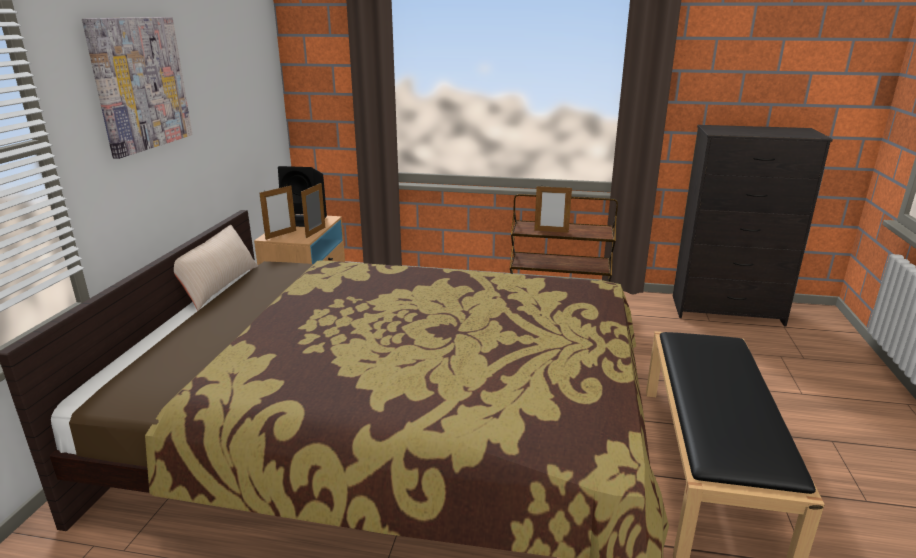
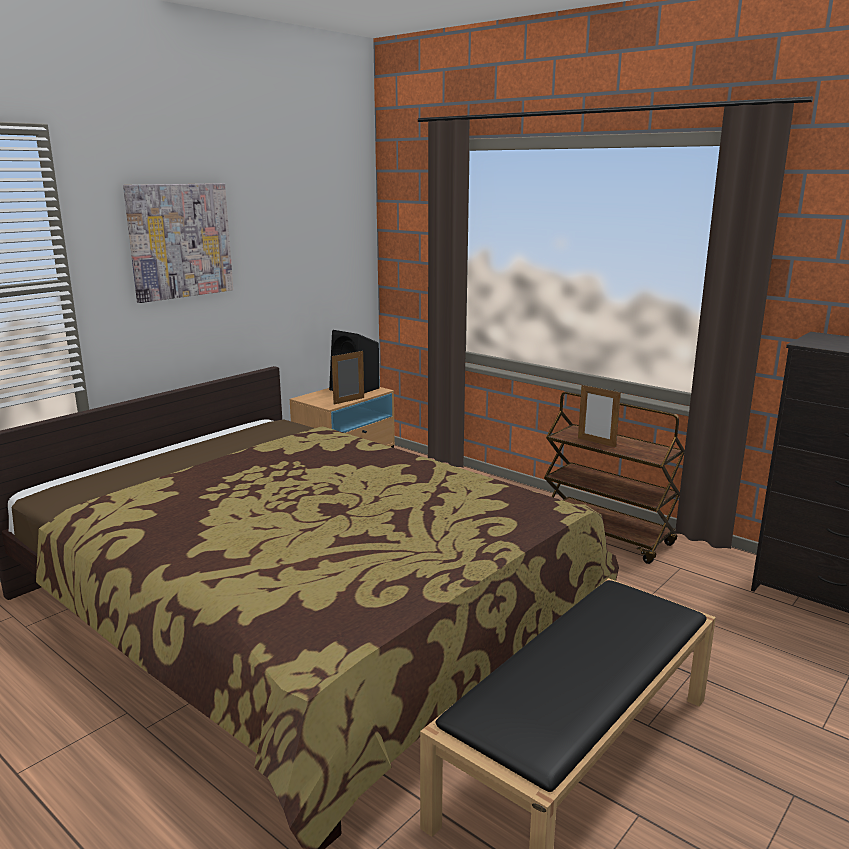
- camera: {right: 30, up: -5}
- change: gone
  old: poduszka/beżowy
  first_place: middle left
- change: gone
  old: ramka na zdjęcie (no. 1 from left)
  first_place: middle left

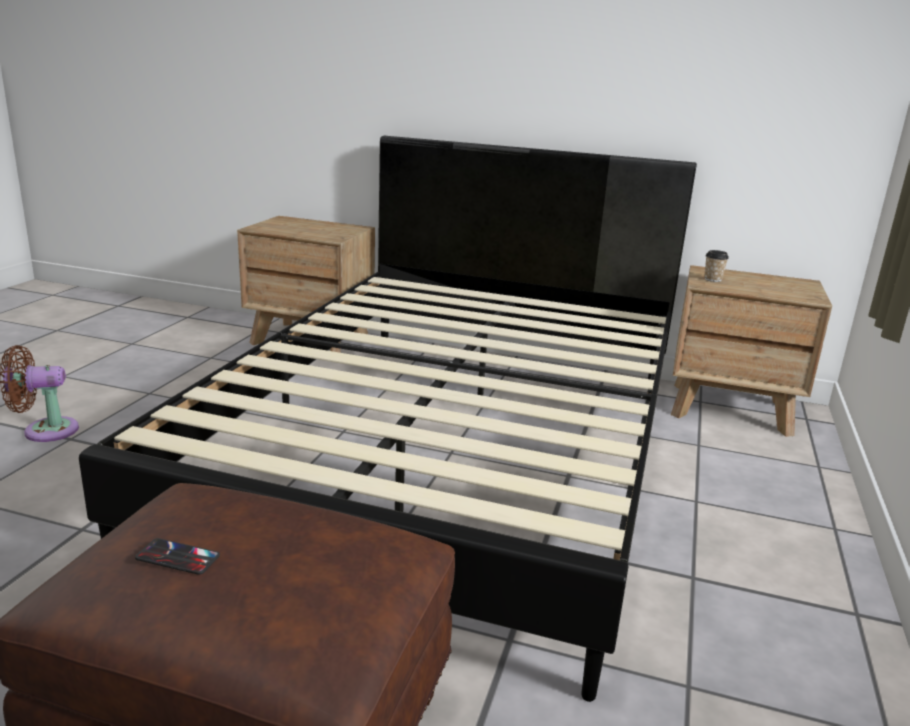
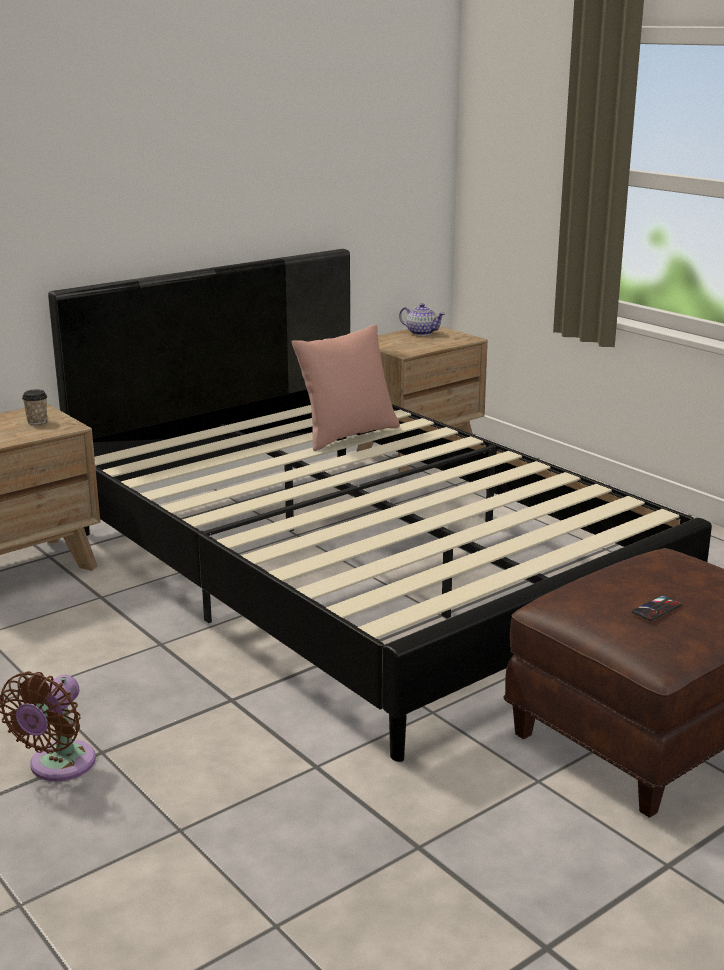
- camera: {right: -55, up: 0}
- change: shifted
  old: filiżanka
  first_place: middle right
  second_place: middle left
- change: new
  new: poduszka/różowy
  second_place: centre
- change: new
  new: imbryk
  second_place: top centre

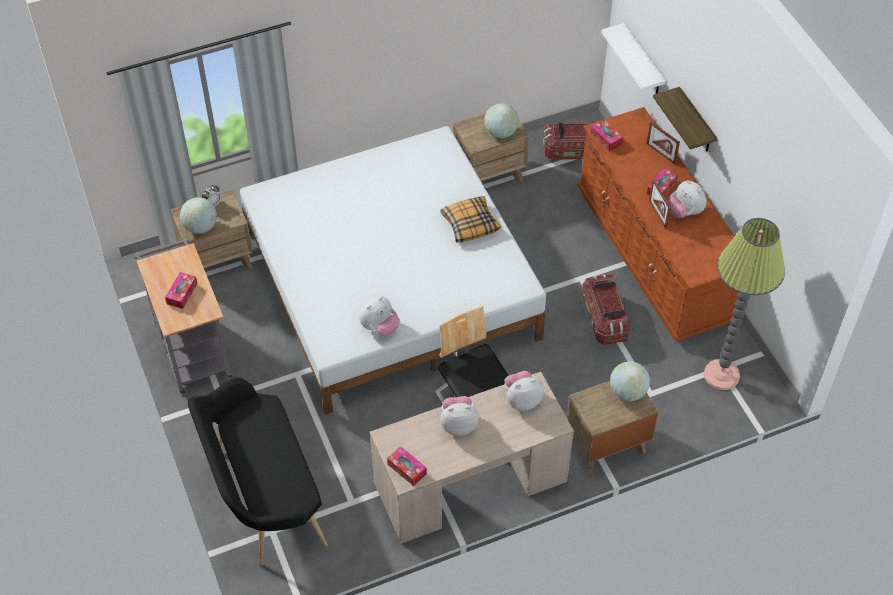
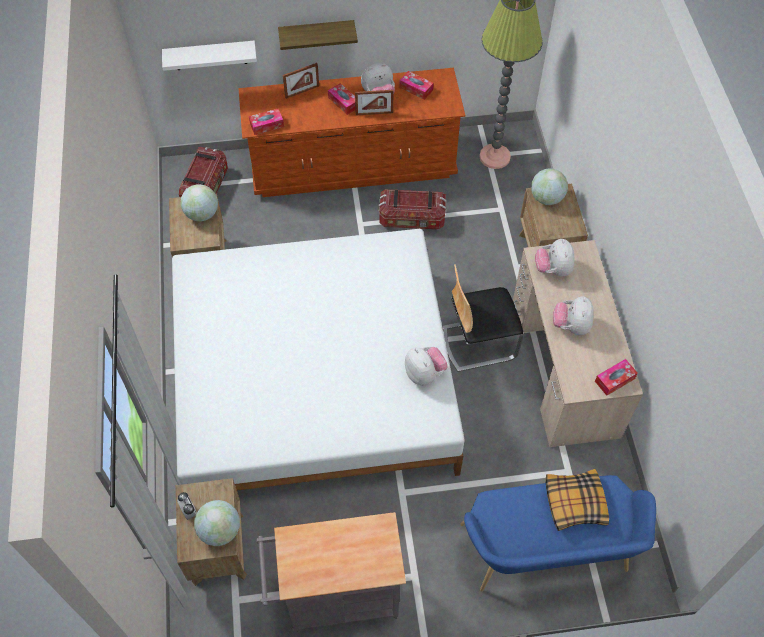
- camera: {right: -75, up: 5}
- change: shifted
  old: pudełko chusteczek (no. 1 from left in the first image)
  new: pudełko chusteczek (no. 3 from left)
  first_place: middle left
  second_place: top centre
- change: repainted
  old: ławka/czarny
  new: ławka/niebieski
  first_place: bottom left
  second_place: bottom right
- change: shifted
  old: poduszka
  first_place: centre
  second_place: bottom right

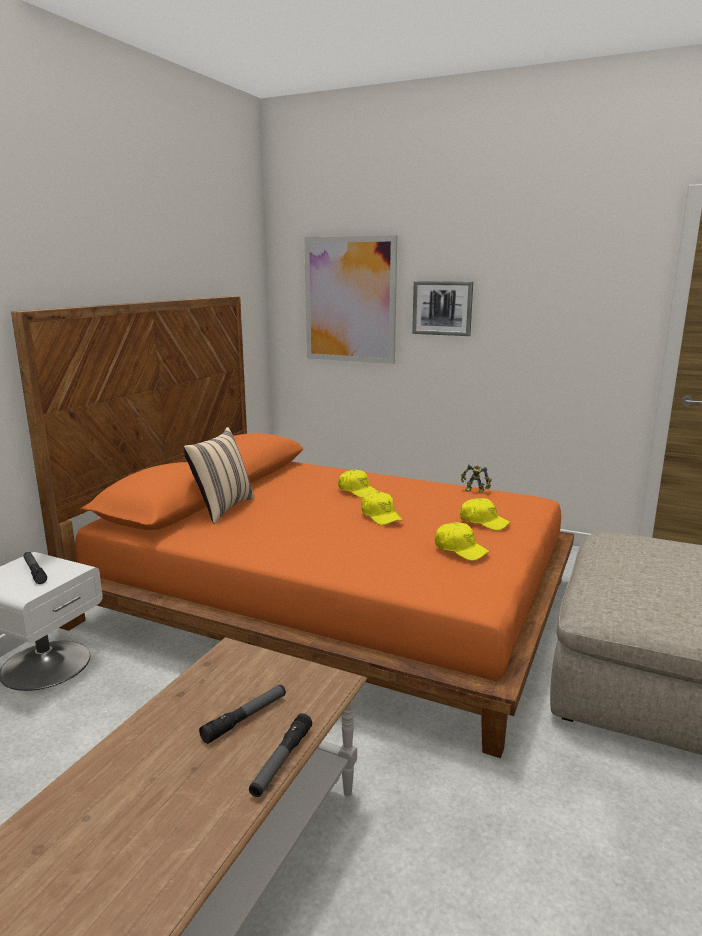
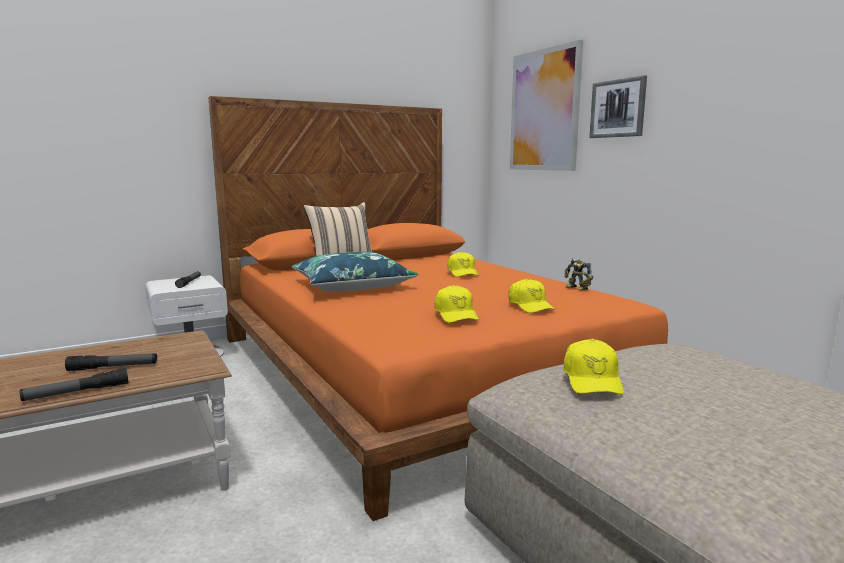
- camera: {right: 35, up: -5}
- change: shifted
  old: czapka z daszkiem/żółty (no. 2 from left in the first image)
  new: czapka z daszkiem/żółty (no. 4 from left)
  first_place: centre
  second_place: middle right
- change: new
  new: poduszka/niebieski
  second_place: centre

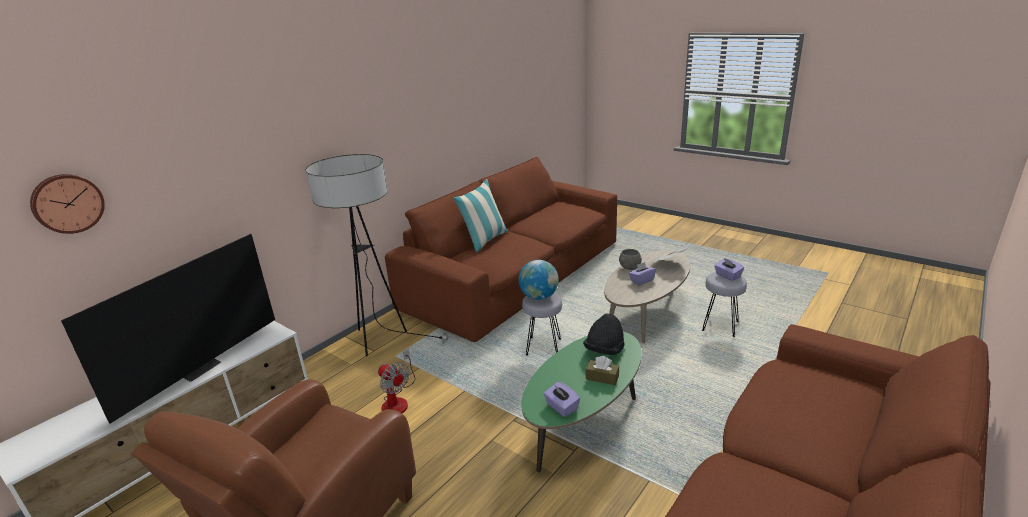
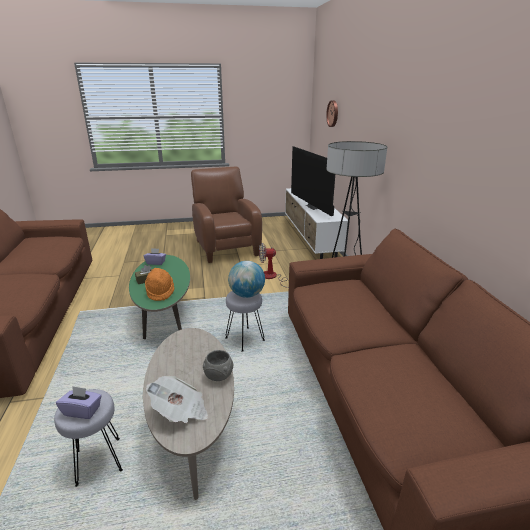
- camera: {right: 130, up: 0}
- change: gone
  old: poduszka
  first_place: centre
- change: repainted
  old: kapelusz/czarny
  new: kapelusz/pomarańczowy
  first_place: centre
  second_place: middle left
- change: gone
  old: pudełko chusteczek/fioletowy (no. 2 from left)
  first_place: centre

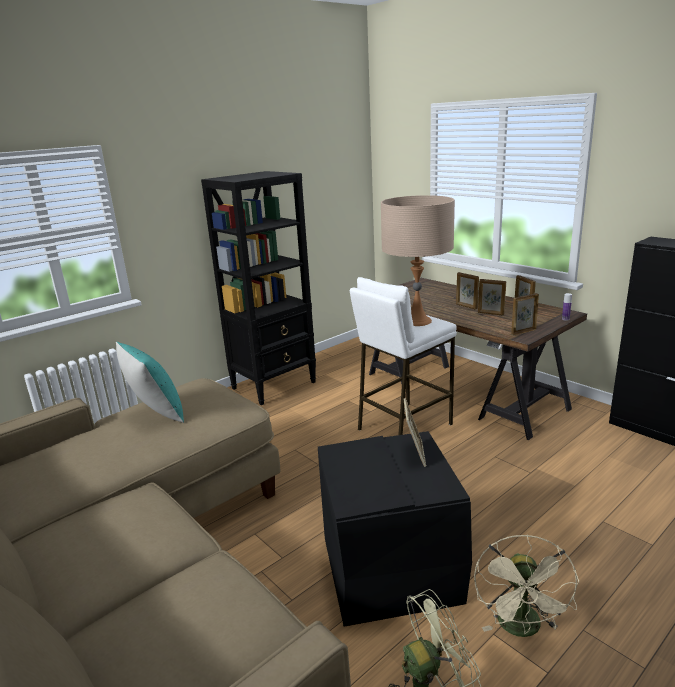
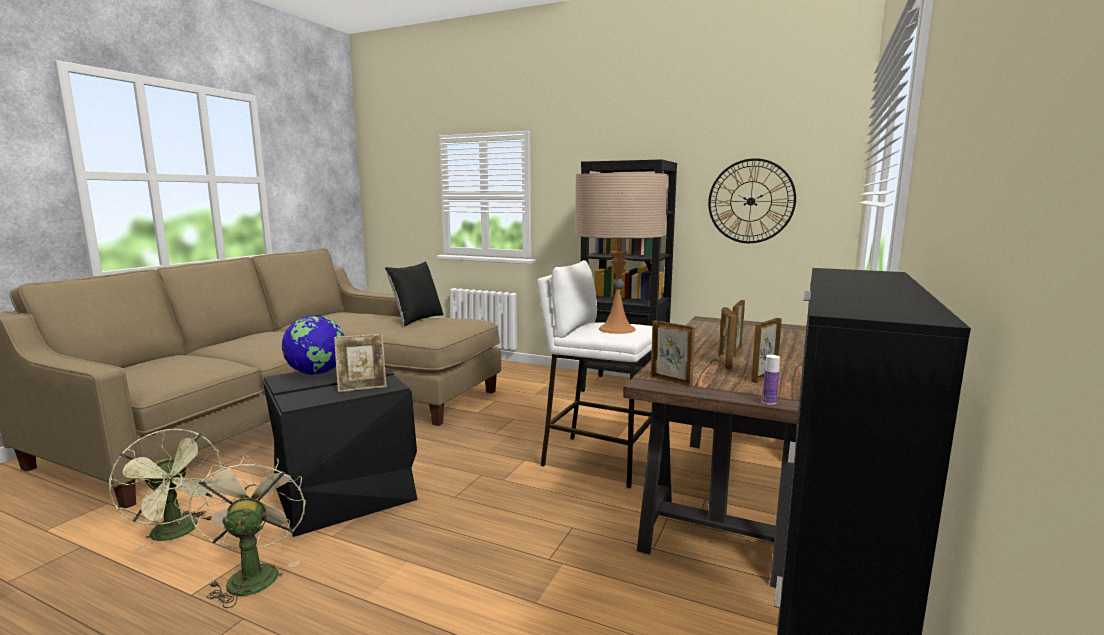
- camera: {right: 65, up: -10}
- change: repainted
  old: poduszka/turkusowy
  new: poduszka/czarny
  first_place: middle left
  second_place: centre
- change: rotated
  old: wentylator/beżowy
  first_place: bottom right
  second_place: bottom left
  degrees: 90
- change: new
  new: globus
  second_place: middle left
- change: new
  new: zegar ścienny
  second_place: top right

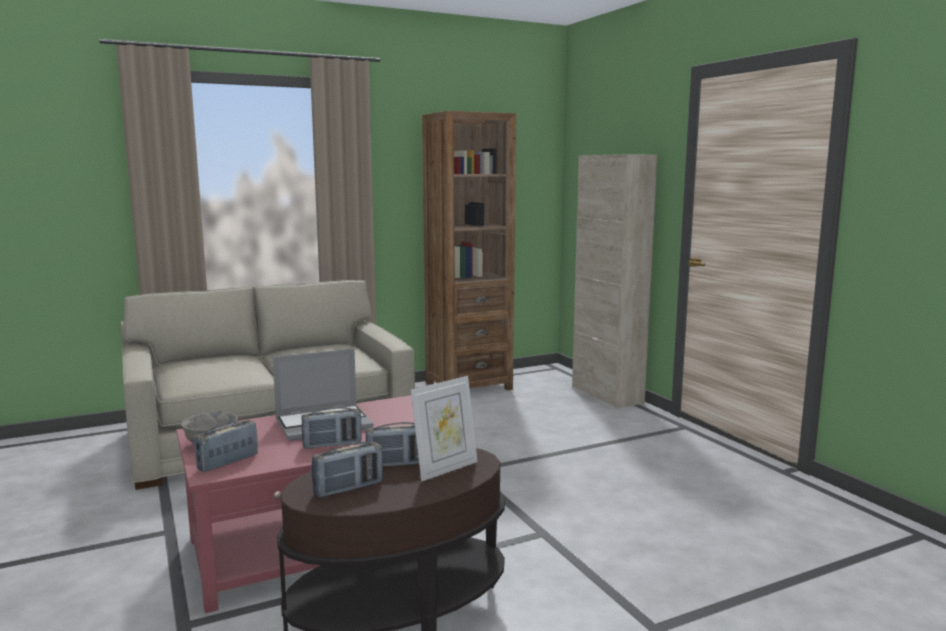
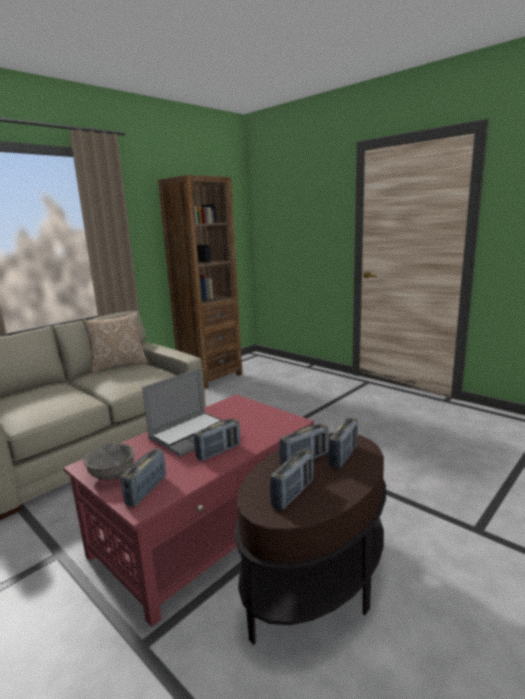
- camera: {right: -20, up: 5}
- change: swapped
  old: ramka na zdjęcie
  new: radio (no. 5 from left)
  first_place: bottom centre
  second_place: centre
- change: gone
  old: szafka/beżowy
  first_place: centre
- change: new
  new: poduszka
  second_place: middle left

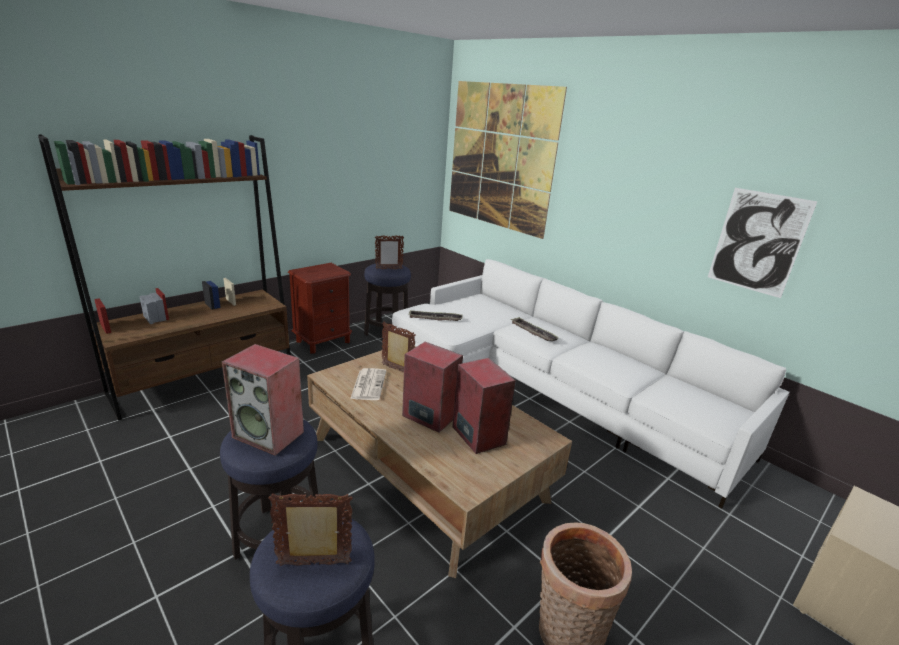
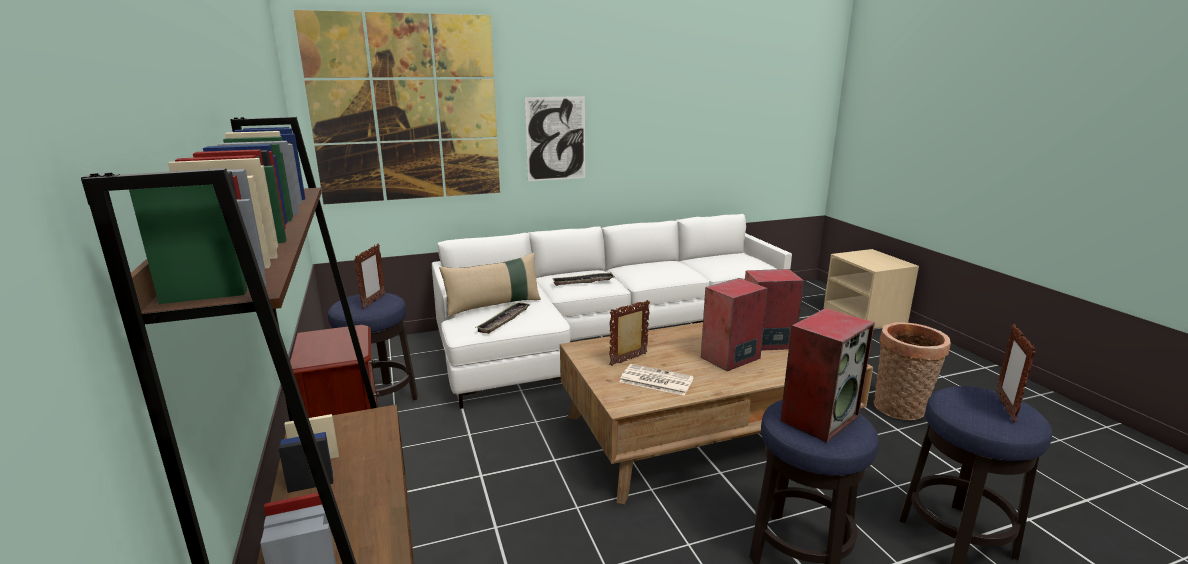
- camera: {right: -65, up: -5}
- change: shifted
  old: obraz (no. 2 from left)
  first_place: middle right
  second_place: top centre
- change: new
  new: poduszka/beżowy
  second_place: centre

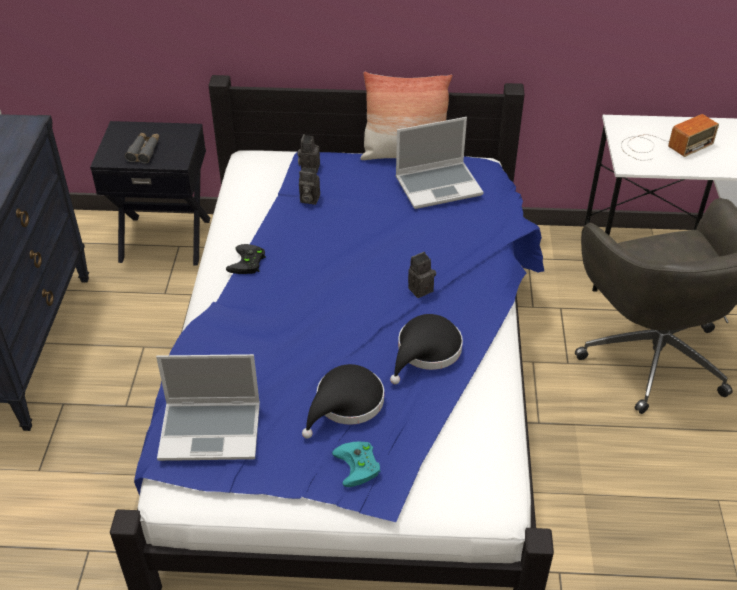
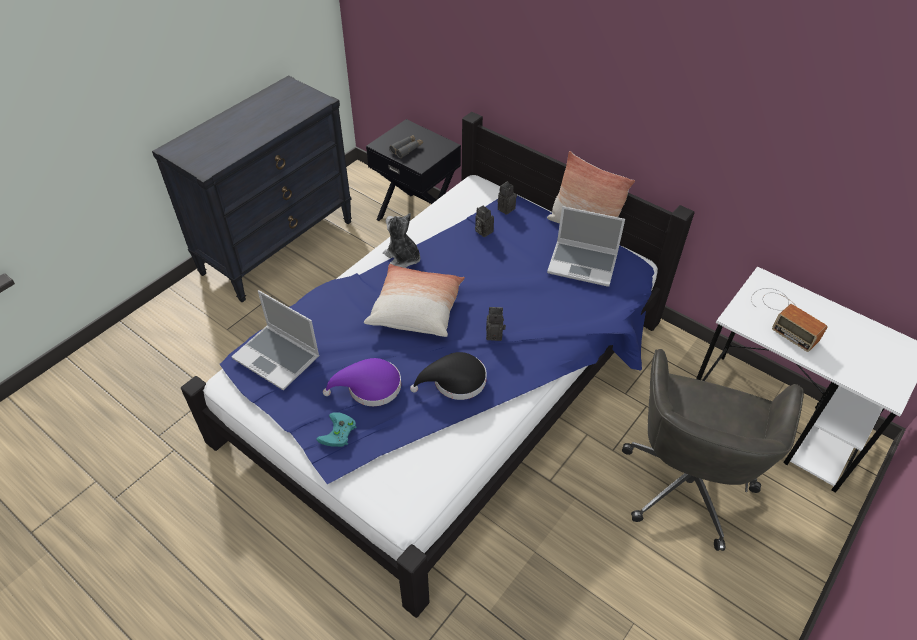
- camera: {right: 35, up: 5}
- change: swapped
  old: pad do gier/czarny
  new: pluszak
  first_place: centre
  second_place: centre
- change: repainted
  old: kapelusz/czarny (no. 1 from left)
  new: kapelusz/fioletowy
  first_place: bottom centre
  second_place: centre
- change: rotated
  old: radio
  first_place: top right
  second_place: middle right
  degrees: 45
- change: new
  new: poduszka (no. 1 from left)
  second_place: centre

